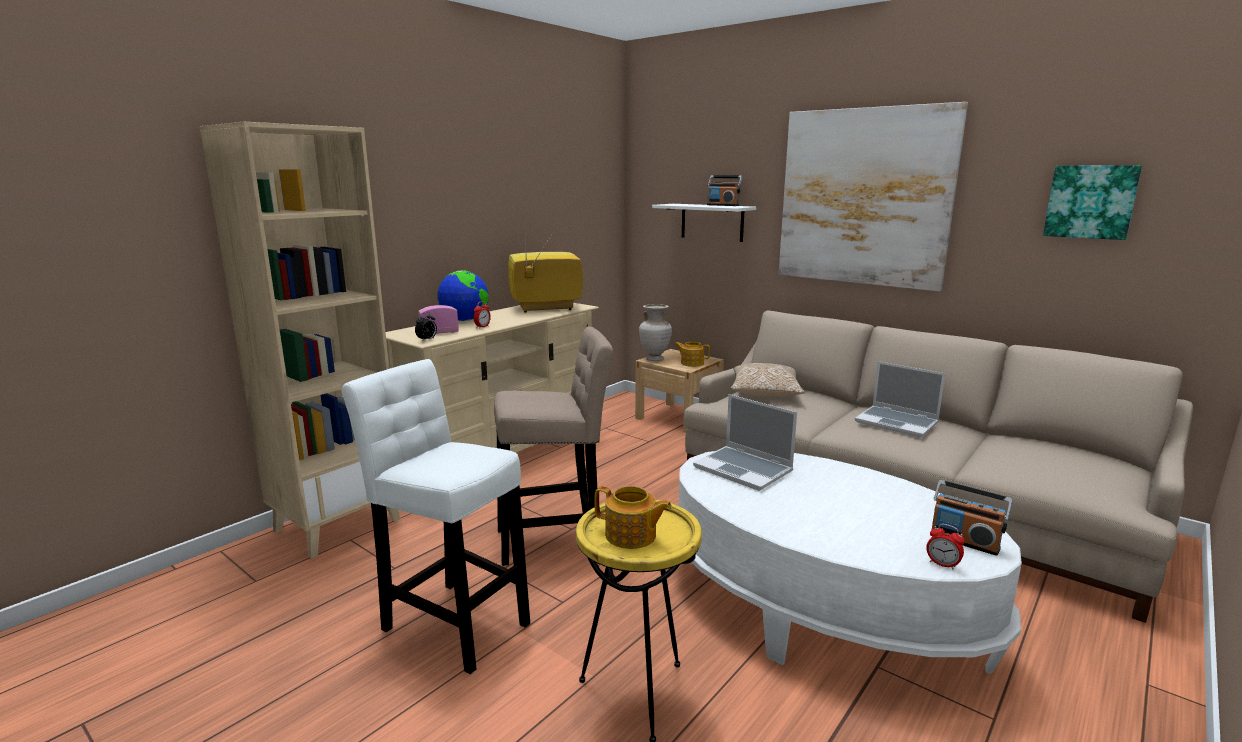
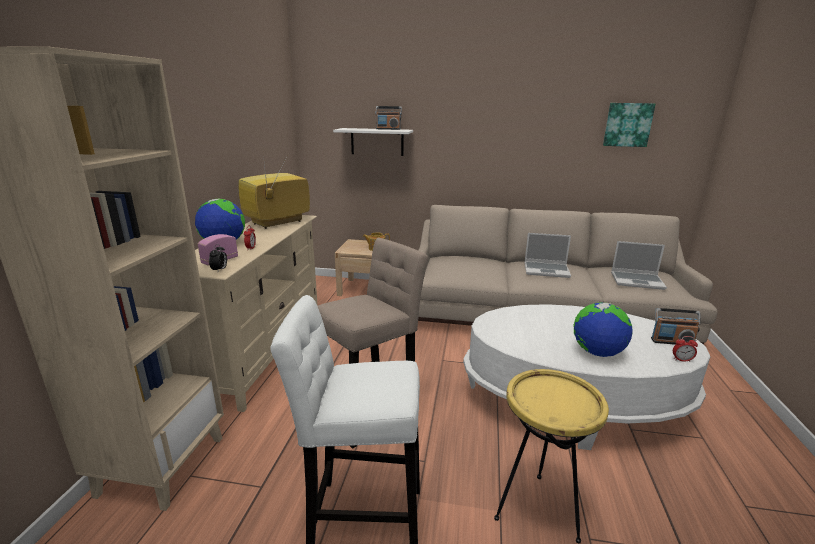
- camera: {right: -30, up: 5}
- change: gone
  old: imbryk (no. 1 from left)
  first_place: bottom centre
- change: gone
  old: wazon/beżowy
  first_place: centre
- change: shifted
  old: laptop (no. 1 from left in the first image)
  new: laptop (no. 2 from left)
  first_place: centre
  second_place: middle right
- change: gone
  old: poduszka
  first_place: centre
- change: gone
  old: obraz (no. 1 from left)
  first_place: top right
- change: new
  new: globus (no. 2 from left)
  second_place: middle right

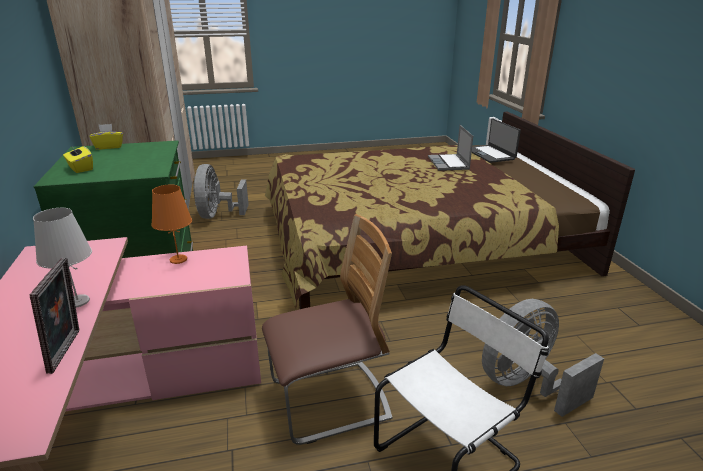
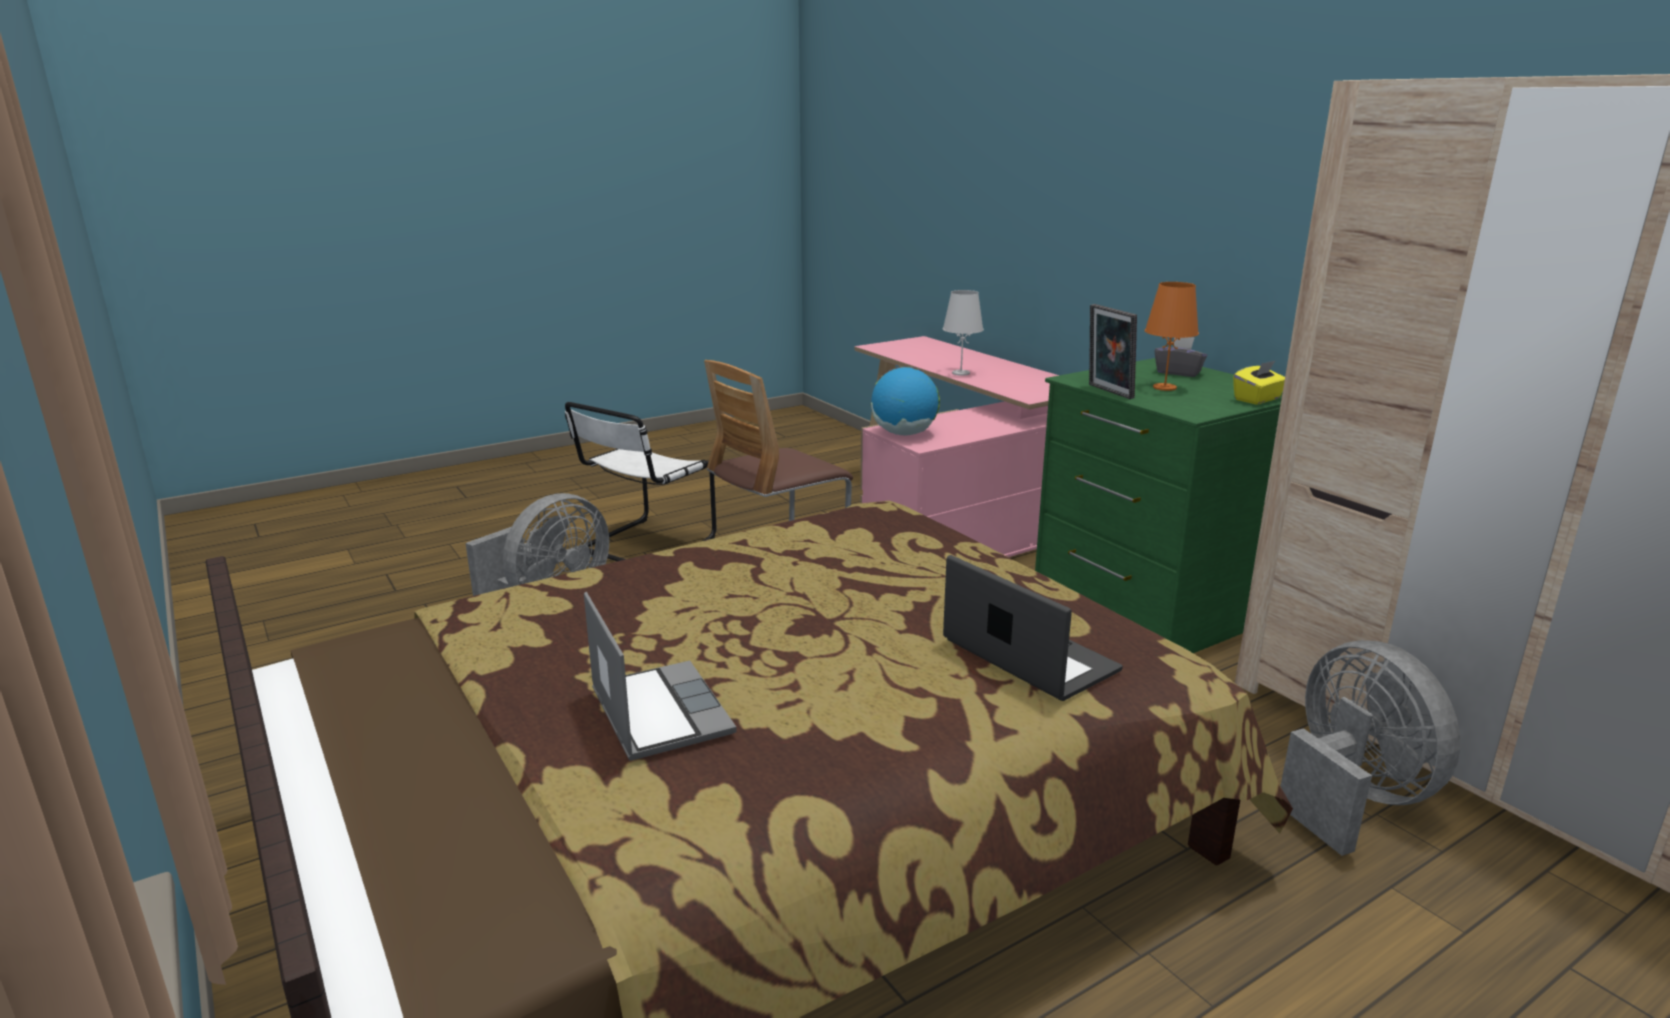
- camera: {right: 160, up: -5}
- change: shifted
  old: ramka na zdjęcie
  first_place: bottom left
  second_place: centre
- change: repainted
  old: pudełko chusteczek/żółty (no. 1 from left)
  new: pudełko chusteczek/szary
  first_place: middle left
  second_place: middle right
- change: shifted
  old: lampa stołowa/pomarańczowy
  first_place: middle left
  second_place: top right
- change: shifted
  old: laptop (no. 2 from left)
  first_place: top right
  second_place: centre
- change: new
  new: globus
  second_place: centre

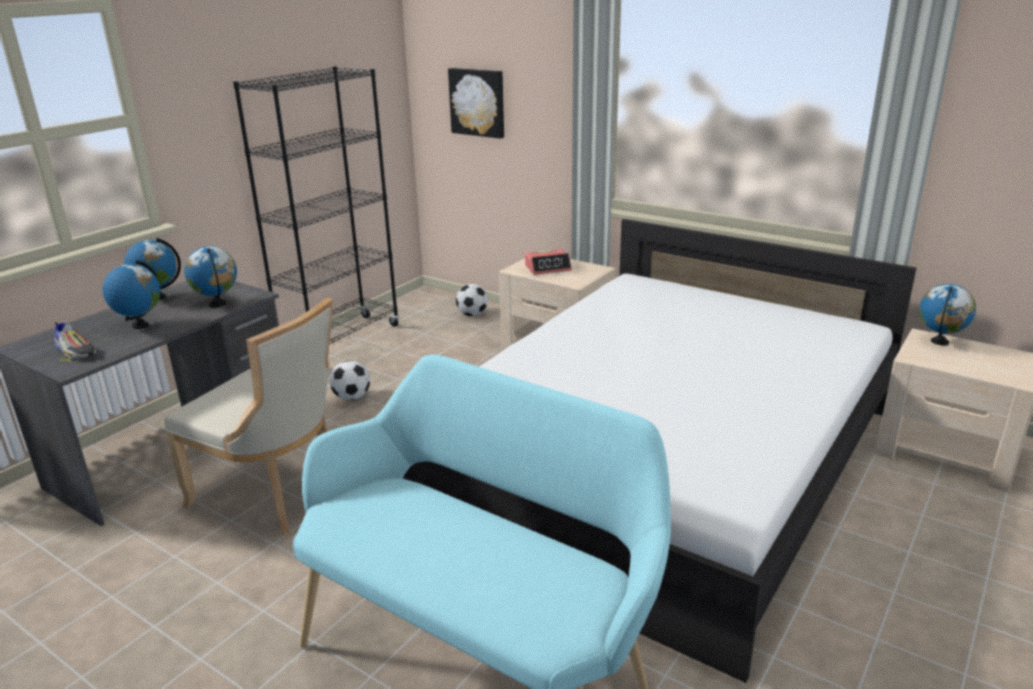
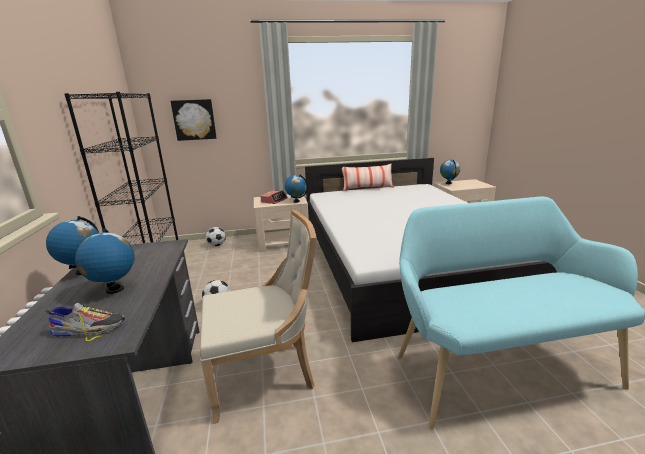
- camera: {right: -45, up: -5}
- change: shifted
  old: globus (no. 3 from left)
  first_place: middle left
  second_place: centre
- change: new
  new: poduszka
  second_place: centre

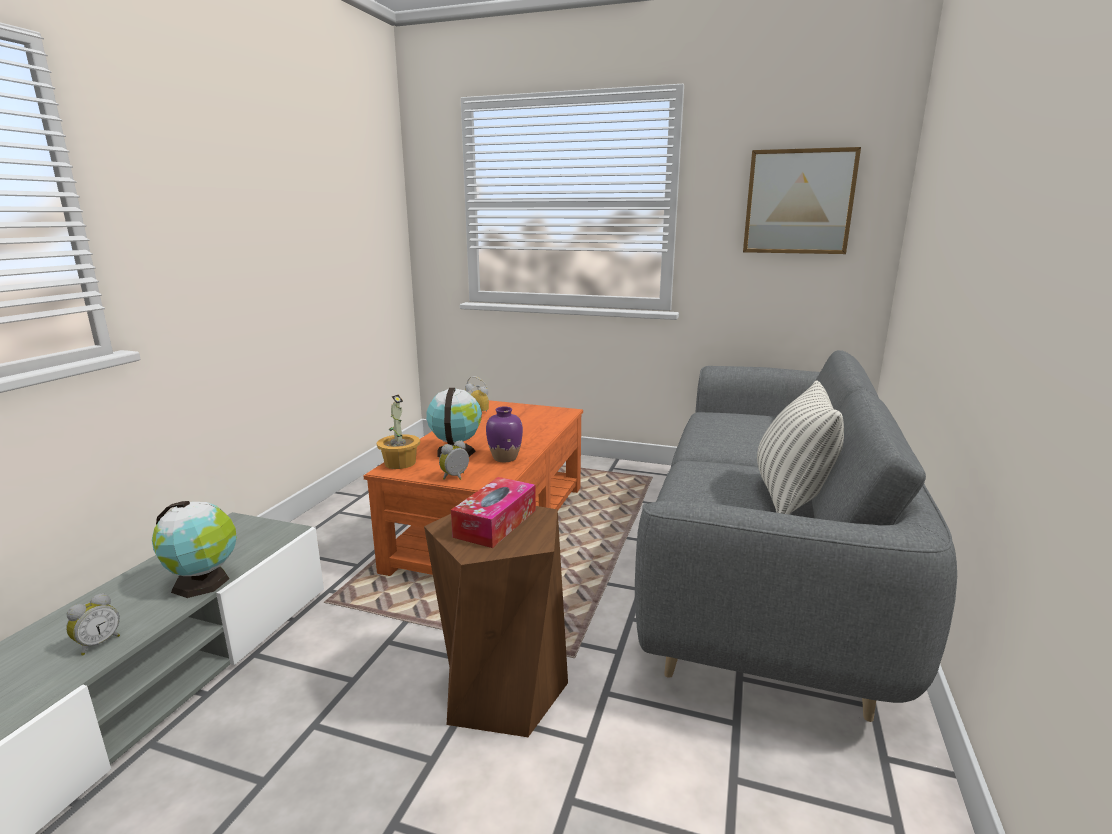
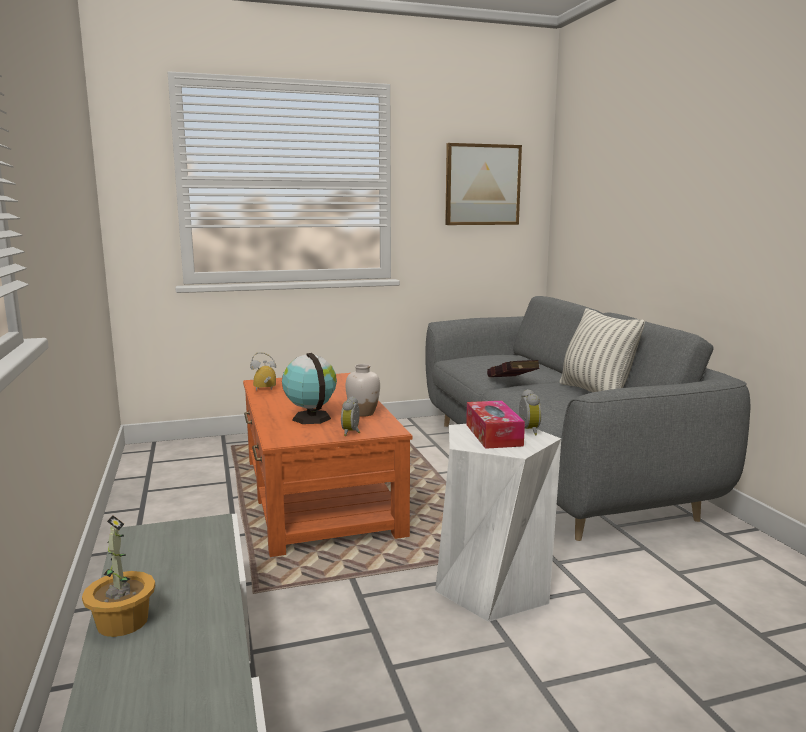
- camera: {right: -35, up: -5}
- change: shifted
  old: budzik (no. 1 from left in the first image)
  new: budzik (no. 3 from left)
  first_place: bottom left
  second_place: centre
- change: gone
  old: globus (no. 1 from left)
  first_place: middle left
- change: shifted
  old: roślina doniczkowa
  first_place: centre
  second_place: bottom left
- change: repainted
  old: stołek/brązowy
  new: stołek/biały
  first_place: bottom centre
  second_place: bottom centre
- change: repainted
  old: wazon/fioletowy
  new: wazon/biały
  first_place: centre
  second_place: centre
- change: new
  new: książka/czerwony
  second_place: centre

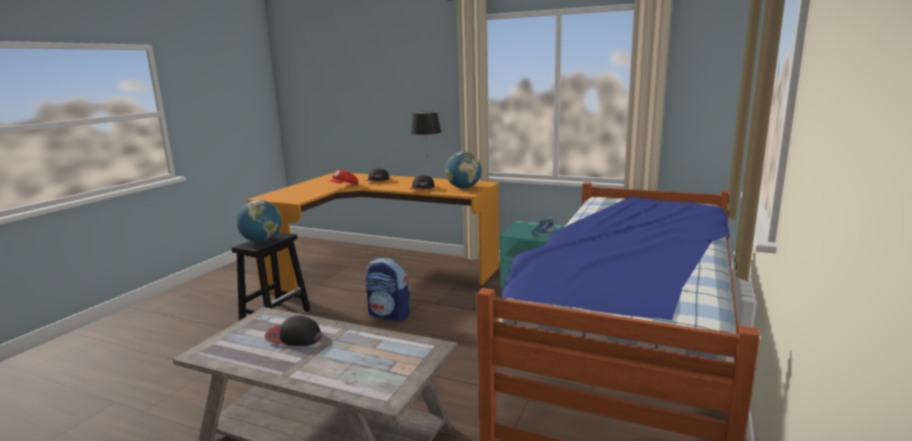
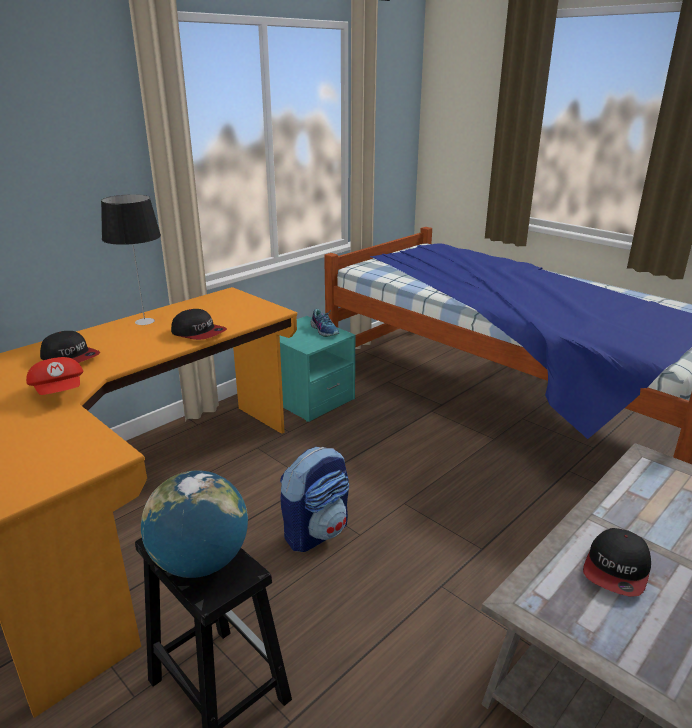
- camera: {right: -70, up: 10}
- change: gone
  old: globus (no. 2 from left)
  first_place: centre

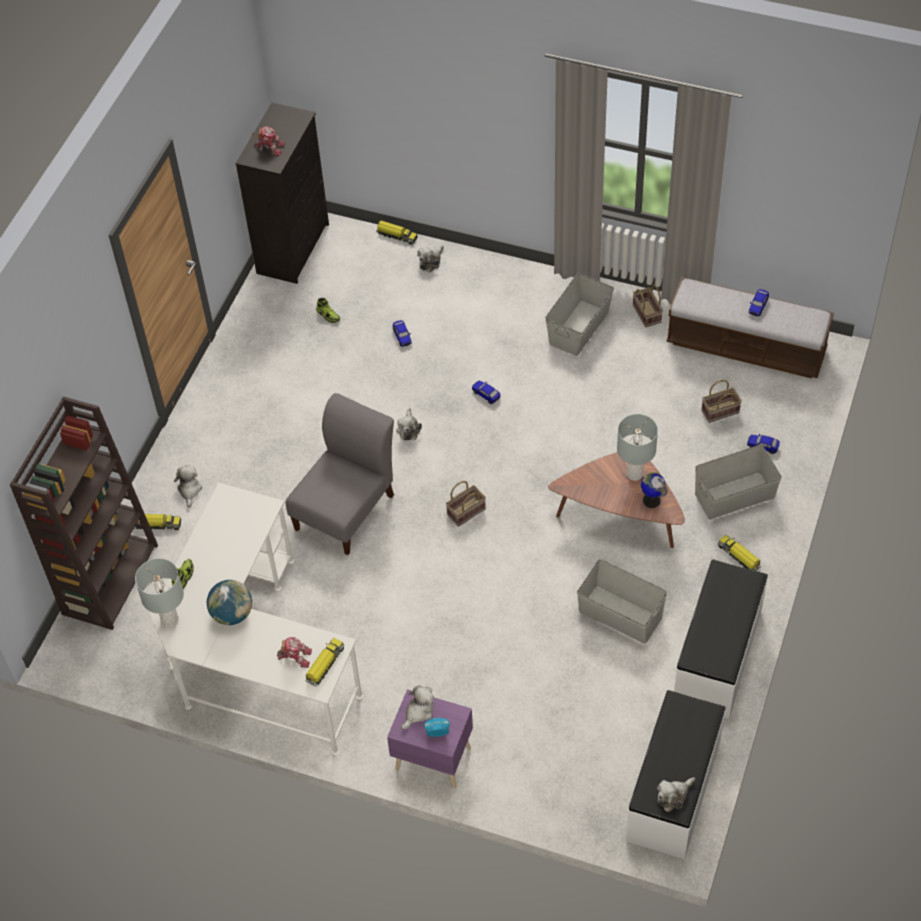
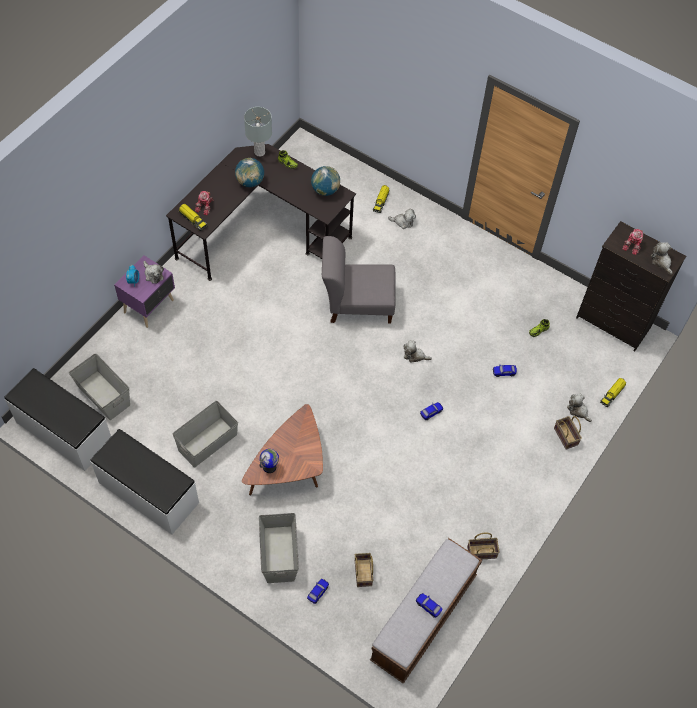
- camera: {right: 100, up: 5}
- change: gone
  old: regał/brązowy
  first_place: middle left
- change: repainted
  old: biurko/biały
  new: biurko/czarny
  first_place: bottom left
  second_place: top centre
- change: rotated
  old: krzesło/szary
  first_place: centre
  second_place: centre
  degrees: 135
- change: shifted
  old: koszyk (no. 1 from left in the first image)
  new: koszyk (no. 3 from left)
  first_place: centre
  second_place: middle right
- change: shifted
  old: pojemnik do przechowywania/szary (no. 1 from left)
  first_place: centre
  second_place: middle left
- change: gone
  old: lampa stołowa/szary (no. 2 from left)
  first_place: middle right
- change: shifted
  old: pluszak (no. 5 from left)
  first_place: bottom right
  second_place: middle right
- change: gone
  old: ciężarówka zabawkowa (no. 4 from left)
  first_place: middle right
- change: new
  new: globus (no. 3 from left)
  second_place: top centre

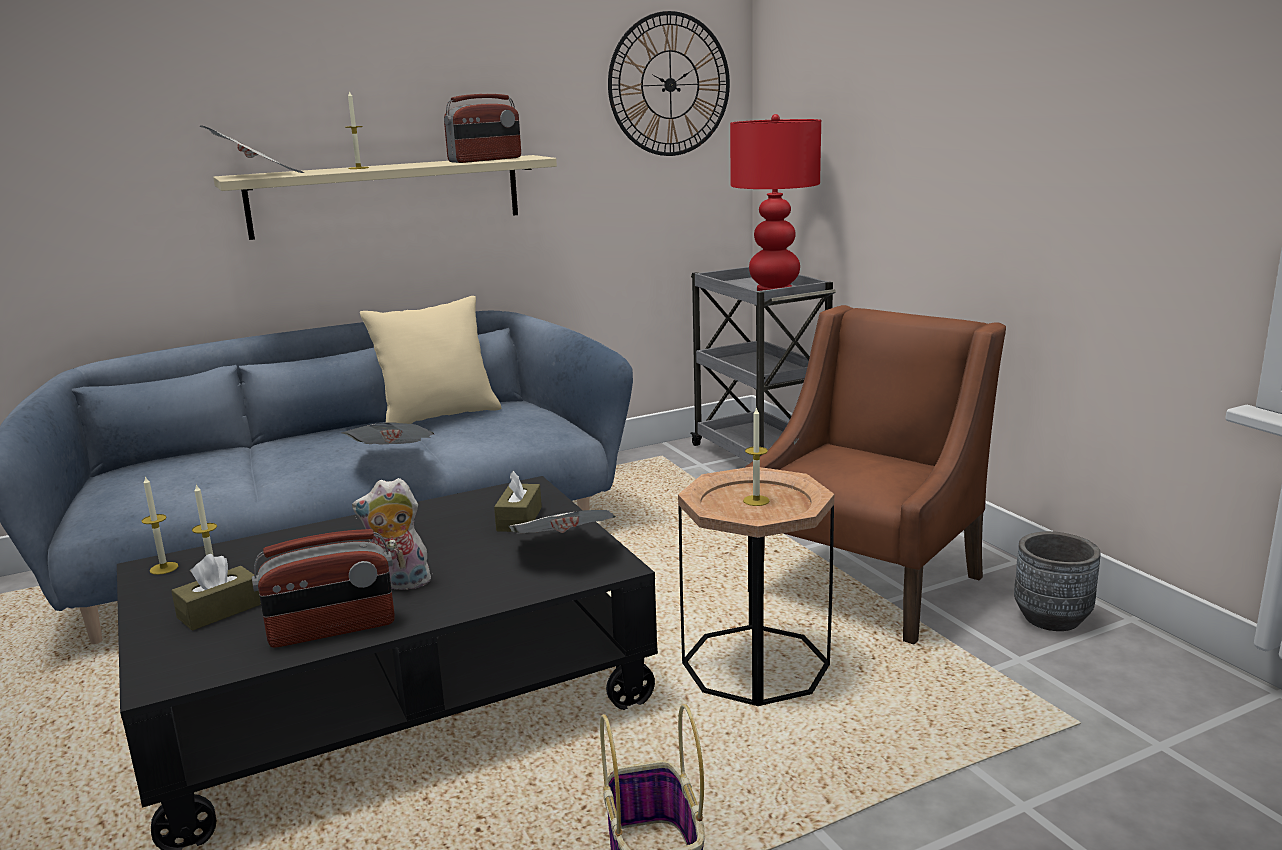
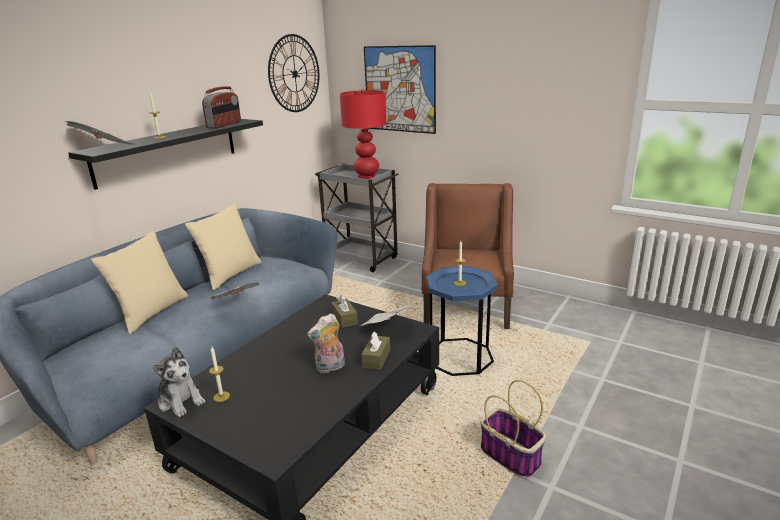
- camera: {right: -30, up: 5}
- change: swapped
  old: świeca (no. 1 from left)
  new: pluszak (no. 1 from left)
  first_place: middle left
  second_place: bottom left
- change: shifted
  old: pudełko chusteczek/brązowy (no. 1 from left in the first image)
  new: pudełko chusteczek/brązowy (no. 2 from left)
  first_place: bottom left
  second_place: bottom centre
- change: repainted
  old: półka/beżowy
  new: półka/czarny
  first_place: top left
  second_place: top left
- change: gone
  old: radio (no. 1 from left)
  first_place: bottom left
- change: repainted
  old: stolik/brązowy
  new: stolik/niebieski
  first_place: bottom centre
  second_place: centre
- change: gone
  old: donica/szary
  first_place: bottom right
- change: new
  new: poduszka/beżowy (no. 1 from left)
  second_place: middle left
- change: new
  new: obraz
  second_place: top centre

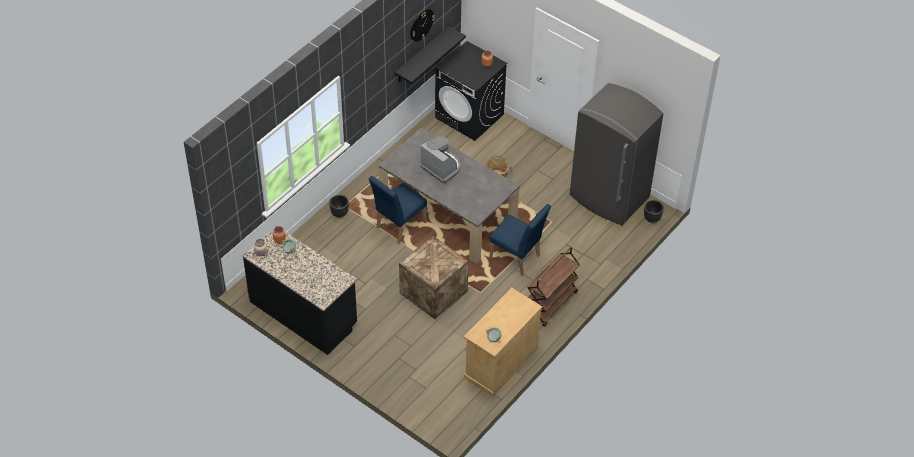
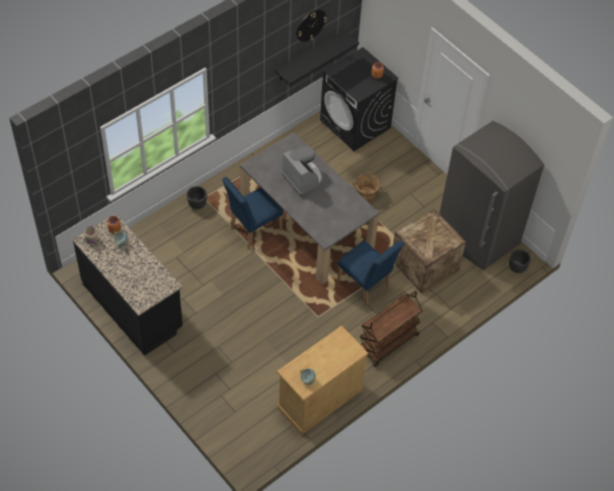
- camera: {right: 10, up: 5}
- change: shifted
  old: skrzynka
  first_place: centre
  second_place: middle right

